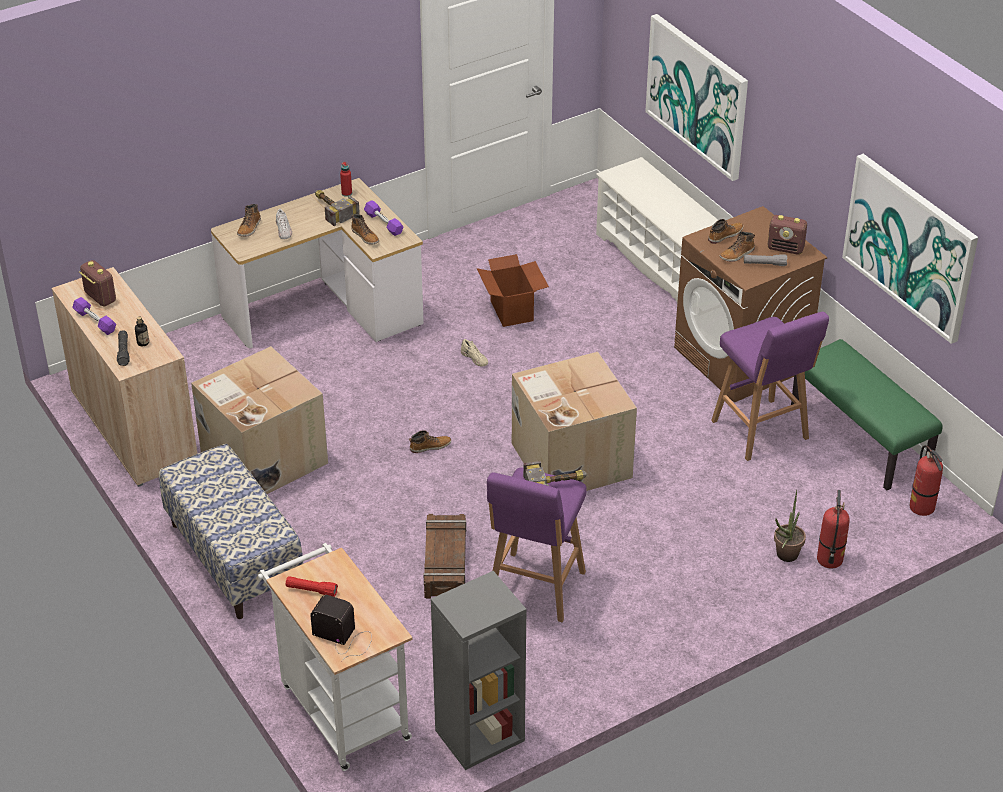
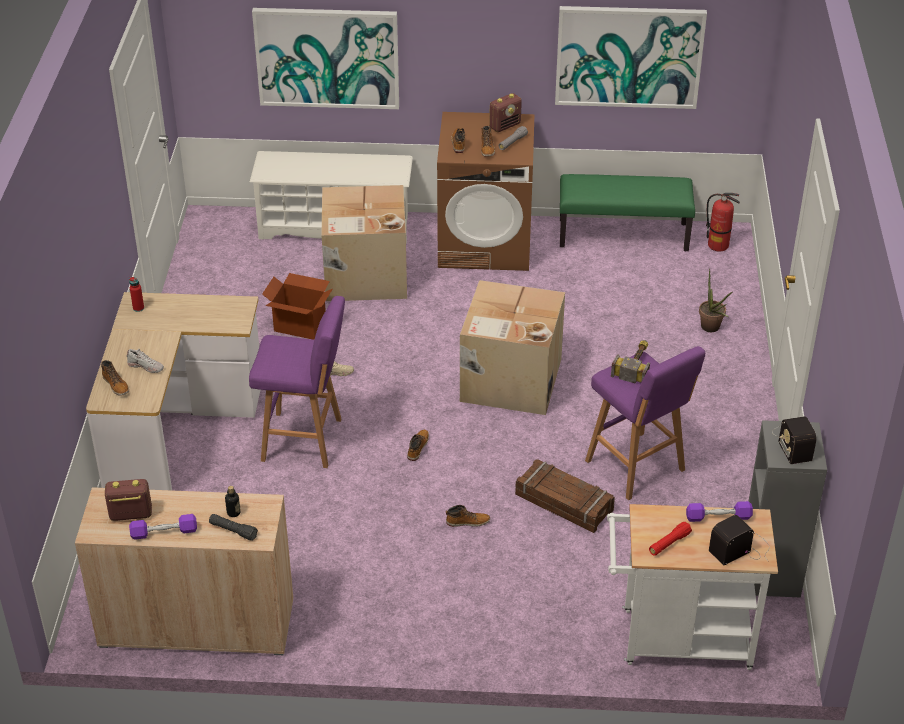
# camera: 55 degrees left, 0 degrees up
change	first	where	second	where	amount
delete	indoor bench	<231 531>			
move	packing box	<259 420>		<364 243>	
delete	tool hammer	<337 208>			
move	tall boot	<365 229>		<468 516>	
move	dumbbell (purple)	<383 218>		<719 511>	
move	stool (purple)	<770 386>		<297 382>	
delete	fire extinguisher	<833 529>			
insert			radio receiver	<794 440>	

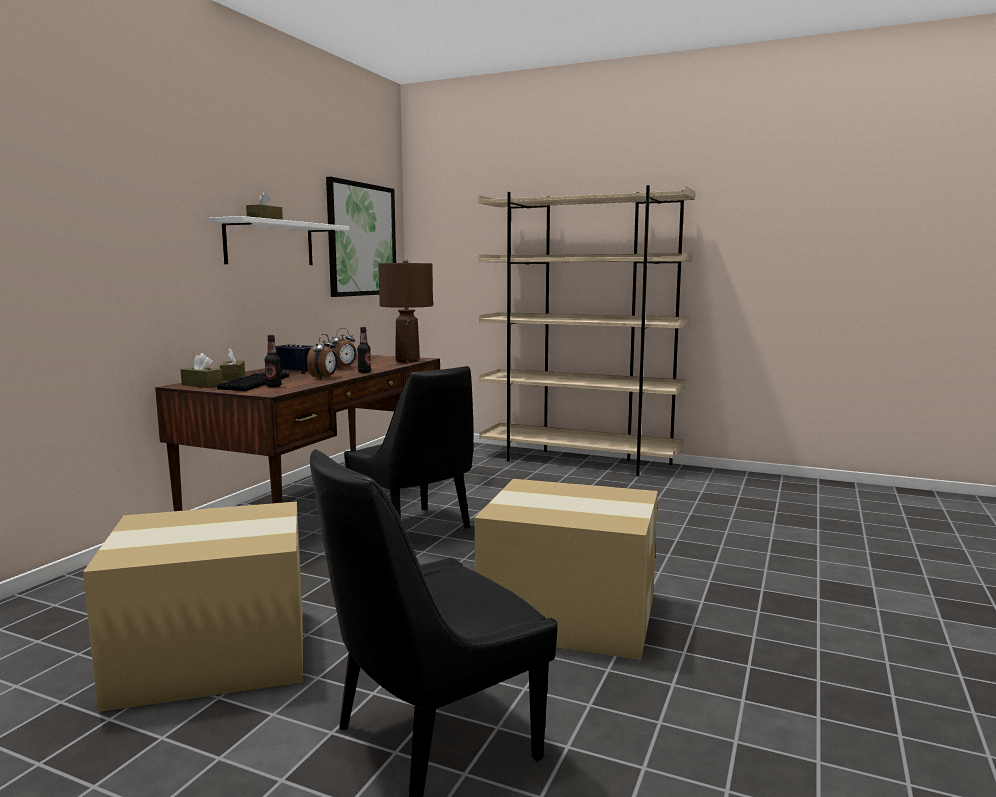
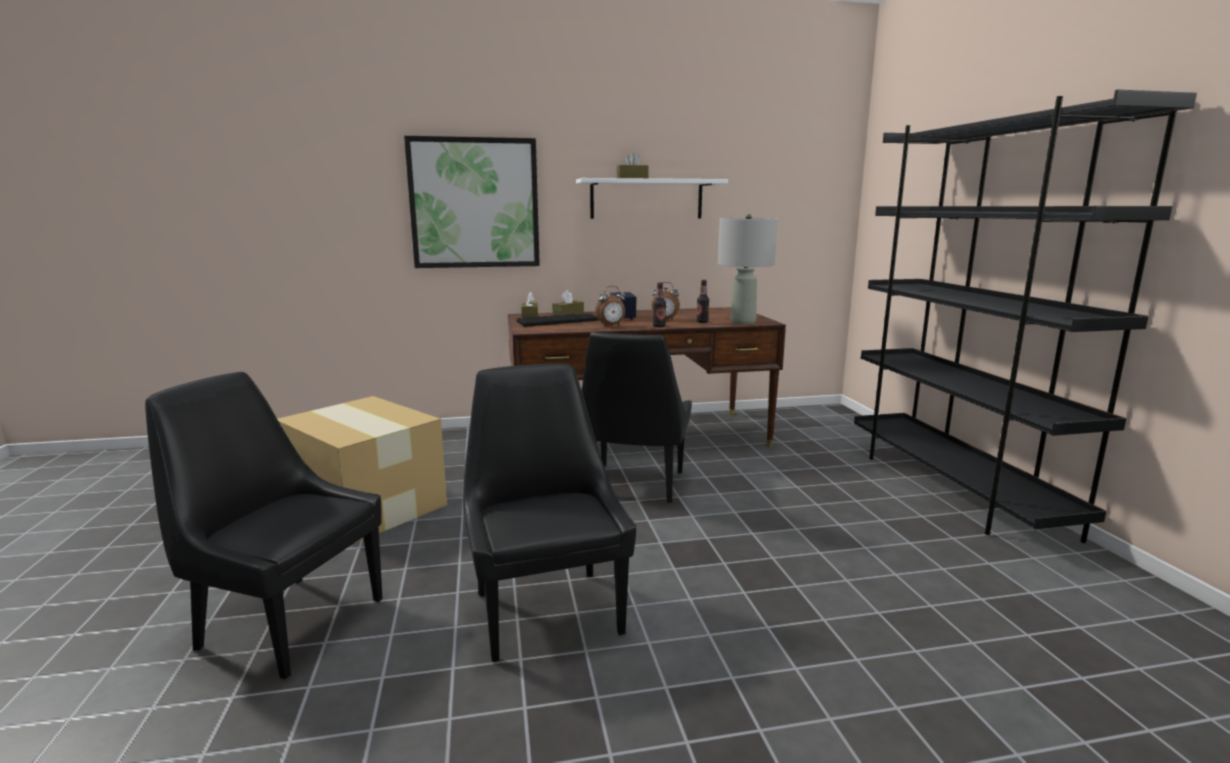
# camera: 55 degrees right, 5 degrees up
change	first	where	second	where	amount
move	bottle	<272 361>		<702 301>	
move	picture	<361 237>		<472 202>	
recolor	tabletop lamp (brown)	<405 311>	tabletop lamp (gray)	<748 269>	
replace	packing box	<566 569>	upright chair (blackish)	<549 513>	
recolor	bookshelf (sand-coloured)	<586 330>	bookshelf (blackish)	<1025 316>	

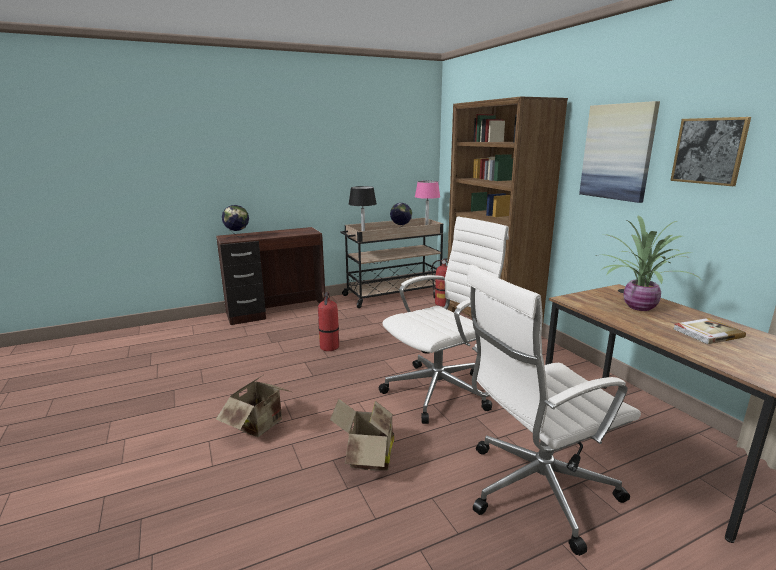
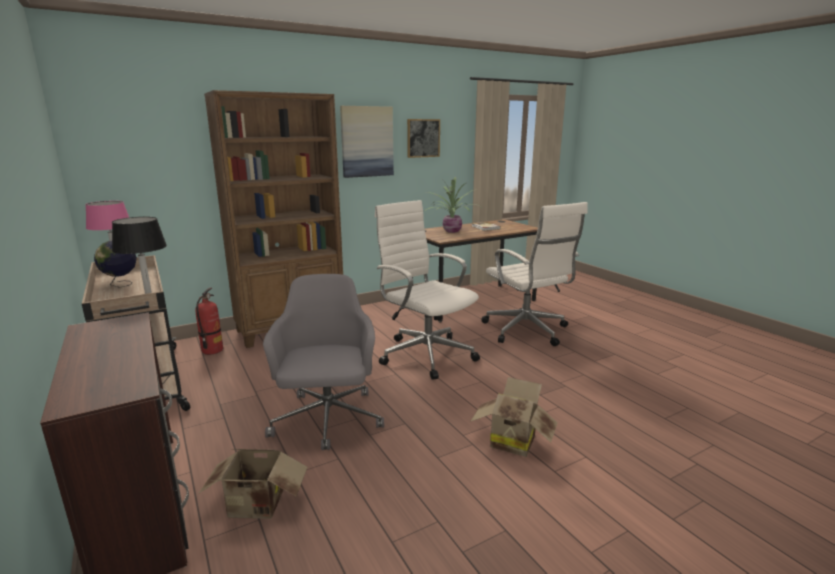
# camera: 95 degrees left, 0 degrees up
change	first	where	second	where	amount
delete	globe	<235 222>			
replace	fire extinguisher	<328 321>	desk chair (gray)	<323 362>	
move	packing box	<362 435>		<253 484>	

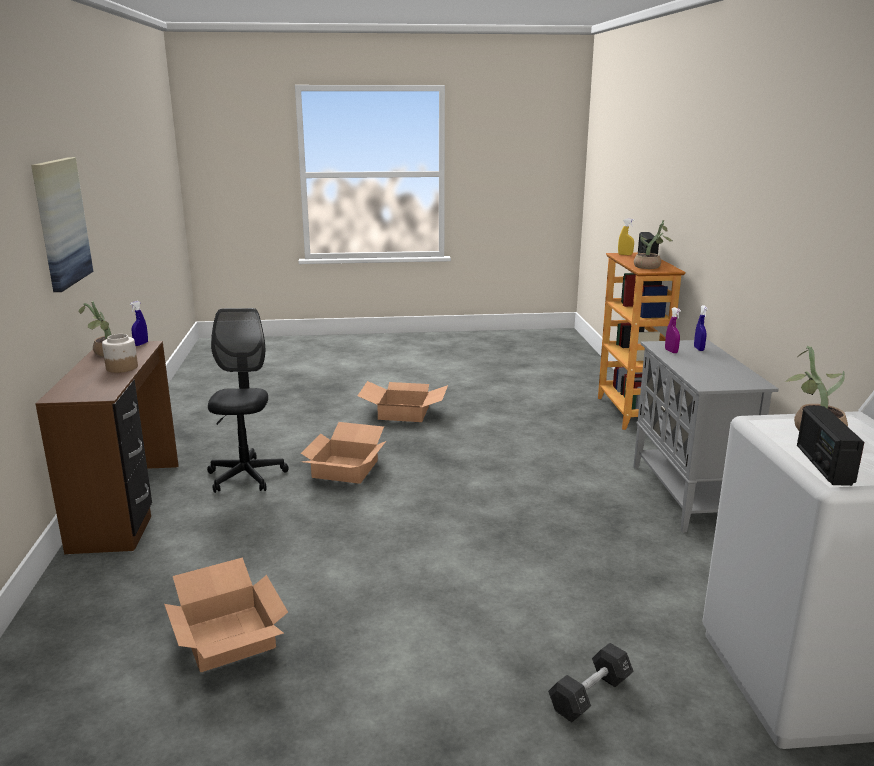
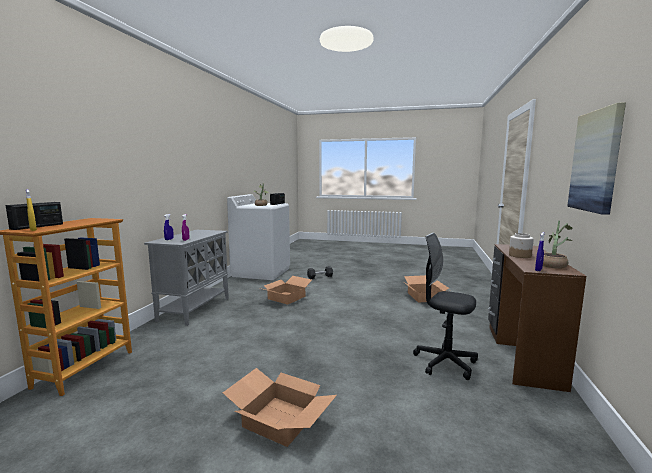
# camera: 160 degrees left, 10 degrees down
change	first	where	second	where	amount
rotate	desk chair (blackish)	<247 400>		<445 306>	105 degrees clockwise
move	packing box	<343 453>		<286 290>	
delete	potted plant	<653 244>			

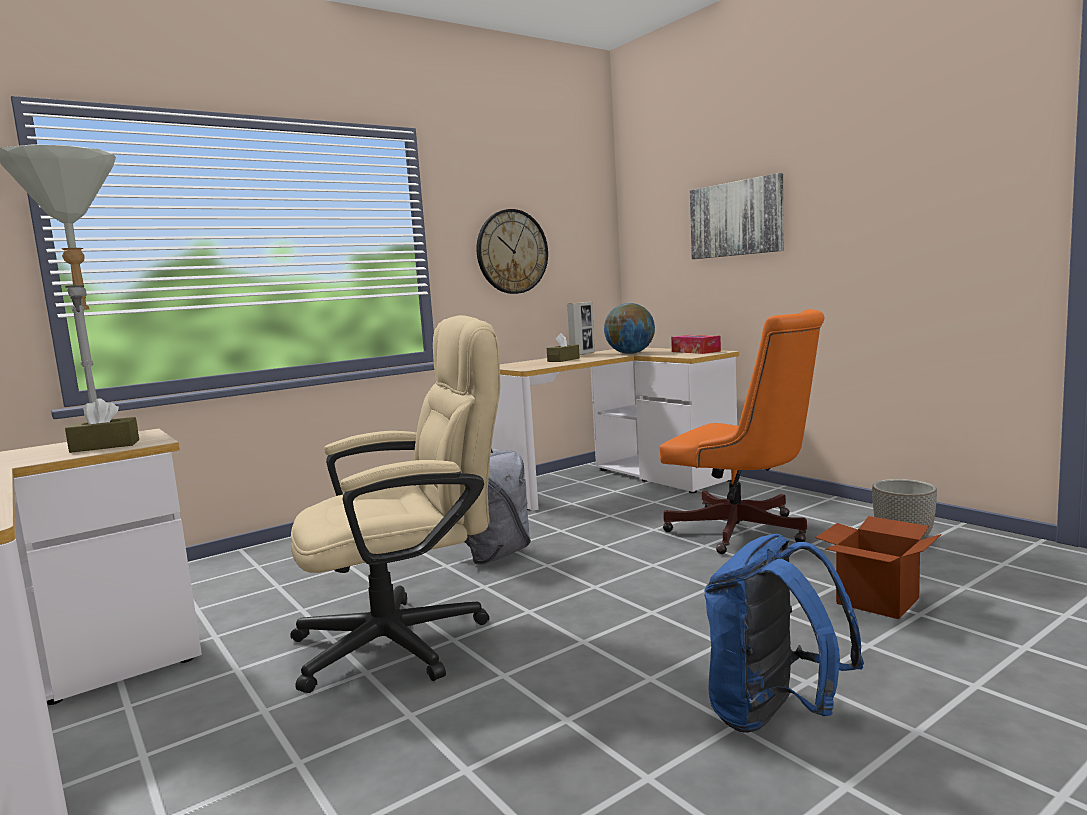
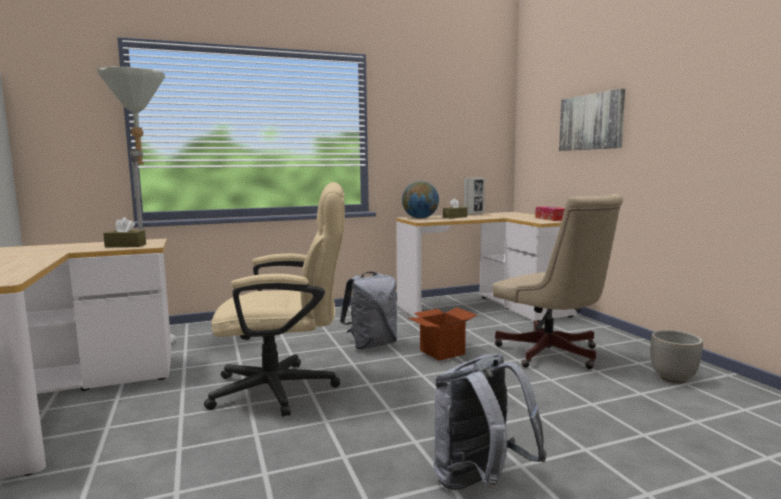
# camera: 15 degrees right, 0 degrees up
change	first	where	second	where	amount
delete	hanging clock	<512 251>			
move	globe	<629 328>		<420 200>	
recolor	desk chair (orange)	<742 431>	desk chair (sand-coloured)	<557 281>	
recolor	knapsack (blue-coloured)	<784 633>	knapsack (gray)	<490 422>	
move	packing box	<878 567>		<442 334>	

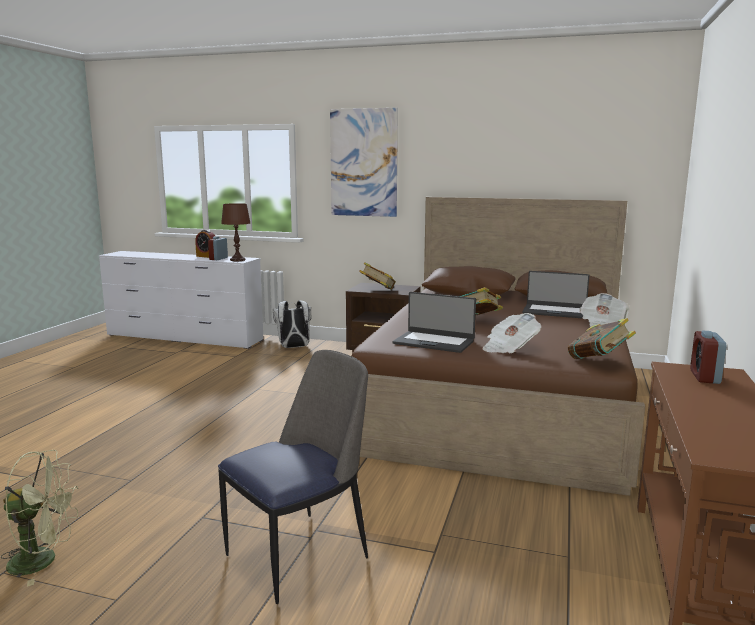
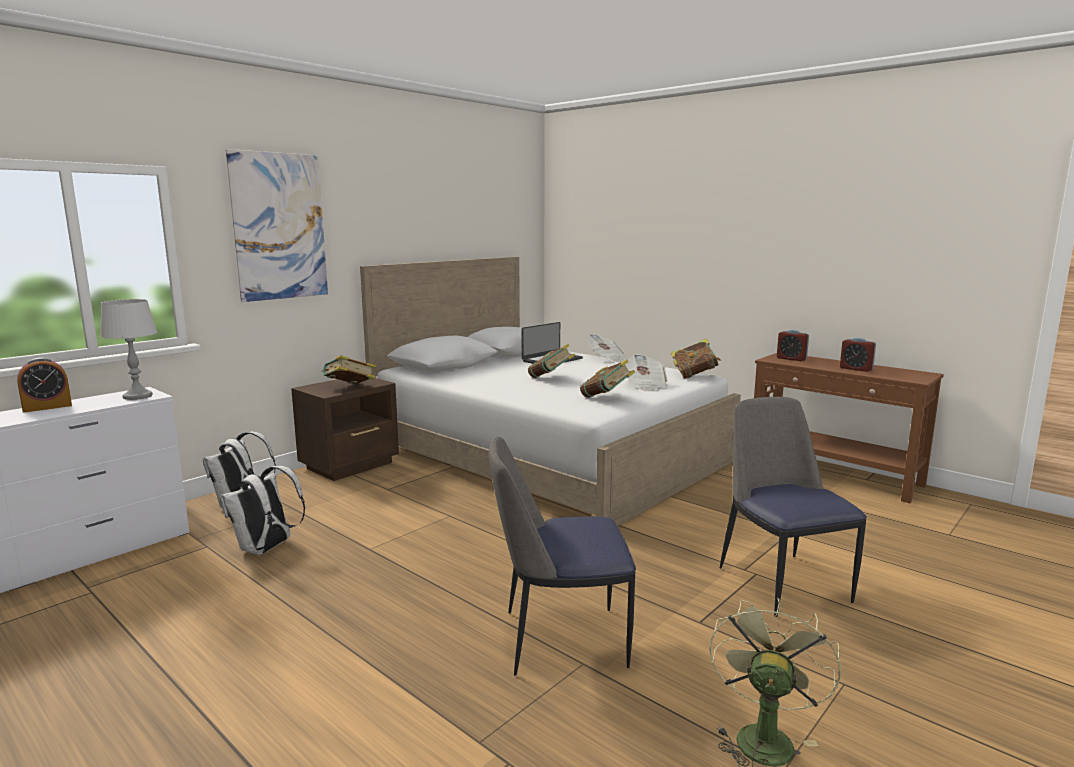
# camera: 65 degrees left, 0 degrees up
change	first	where	second	where	amount
move	bedside clock	<218 248>		<858 355>	
recolor	tabletop lamp (brown)	<235 232>	tabletop lamp (gray)	<128 349>	
recolor	bed (brown)	<498 346>	bed (white-coloured)	<550 391>	
replace	laptop	<434 322>	volume	<607 379>	
insert			knapsack (white-coloured)	<262 510>	
insert			upright chair	<562 556>	

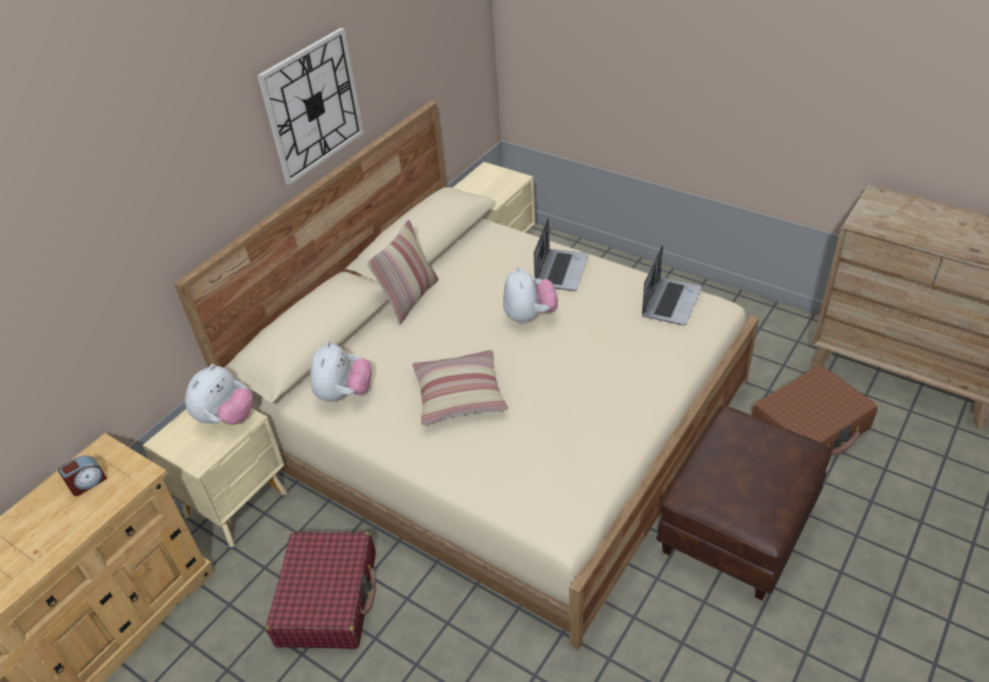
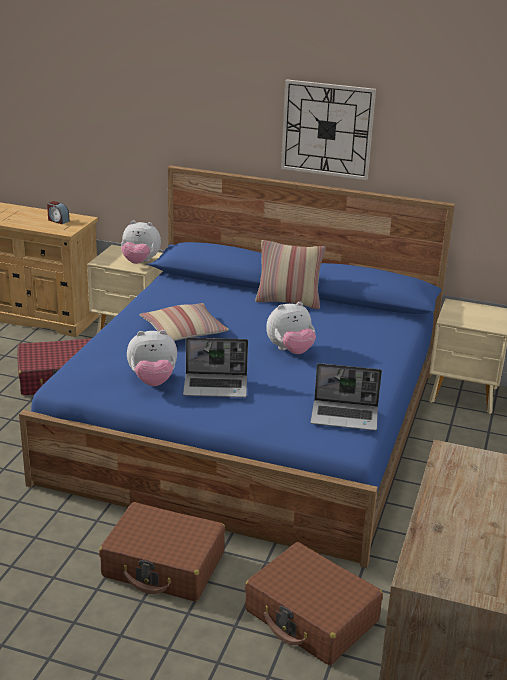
# camera: 70 degrees right, 15 degrees down
change	first	where	second	where	amount
recolor	bed (sand-coloured)	<466 375>	bed (blue-coloured)	<237 366>	
move	cuddly toy	<341 371>		<152 358>	
move	laptop	<561 254>		<215 367>	
replace	pouffe (brown)	<744 503>	piece of luggage (brown)	<162 551>	

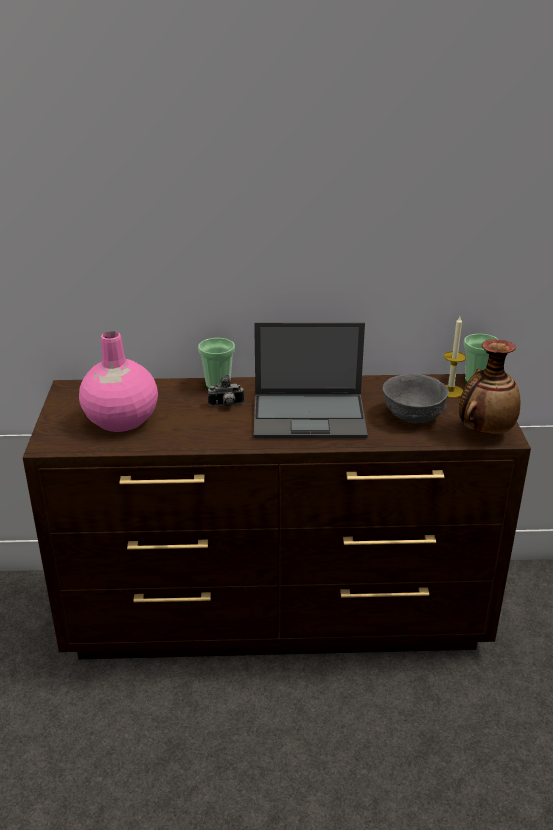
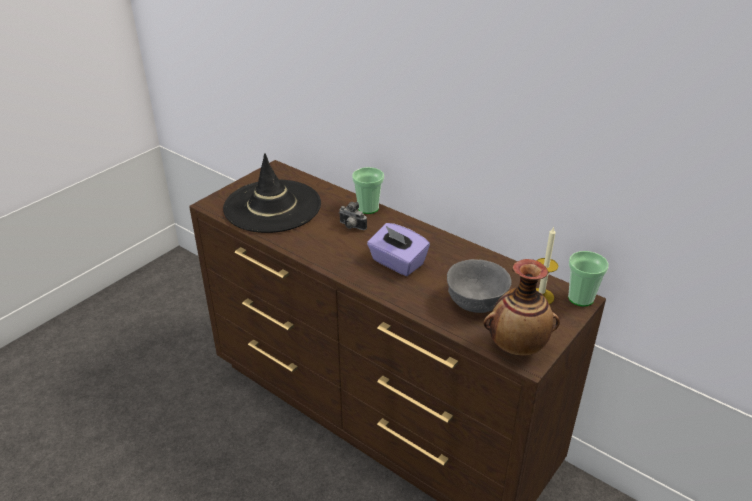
# camera: 40 degrees right, 5 degrees up
change	first	where	second	where	amount
replace	flower vase (pink)	<118 381>	wearable hat (blackish)	<272 193>	
replace	laptop	<311 380>	box of tissues (purple)	<398 249>	

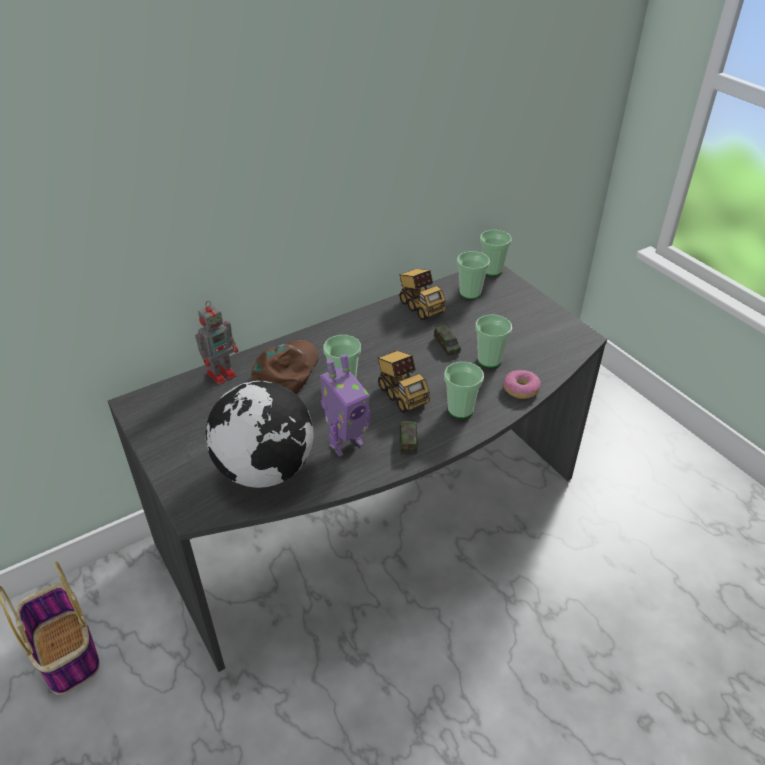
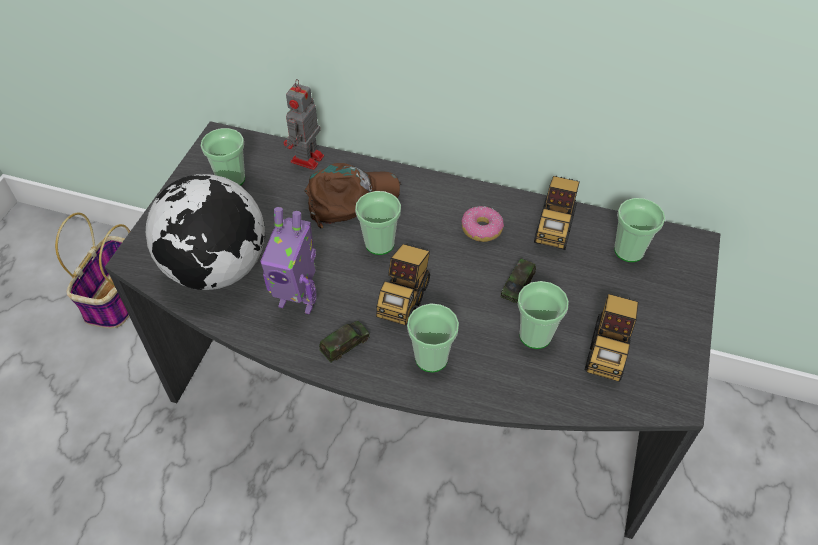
# camera: 50 degrees right, 10 degrees up
change	first	where	second	where	amount
rotate	robot figure	<216 343>		<304 124>	105 degrees clockwise
move	small cup	<496 253>		<223 157>	
move	doughnut	<522 384>		<483 224>	
insert			toy lorry	<611 337>	

